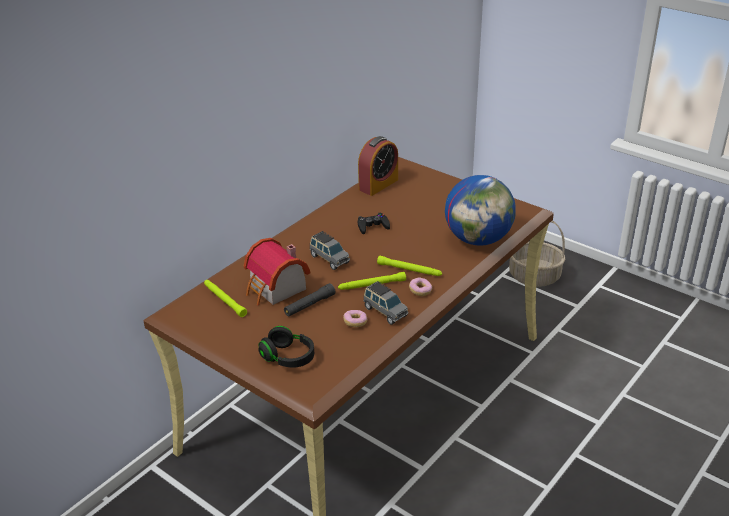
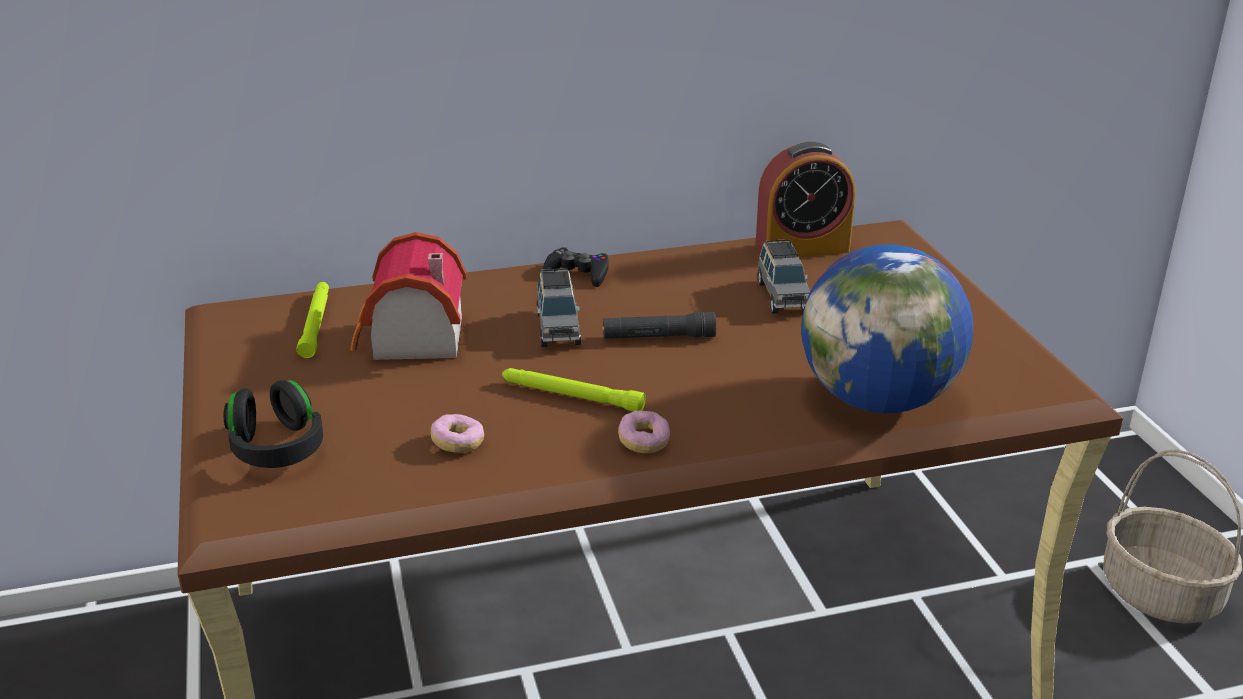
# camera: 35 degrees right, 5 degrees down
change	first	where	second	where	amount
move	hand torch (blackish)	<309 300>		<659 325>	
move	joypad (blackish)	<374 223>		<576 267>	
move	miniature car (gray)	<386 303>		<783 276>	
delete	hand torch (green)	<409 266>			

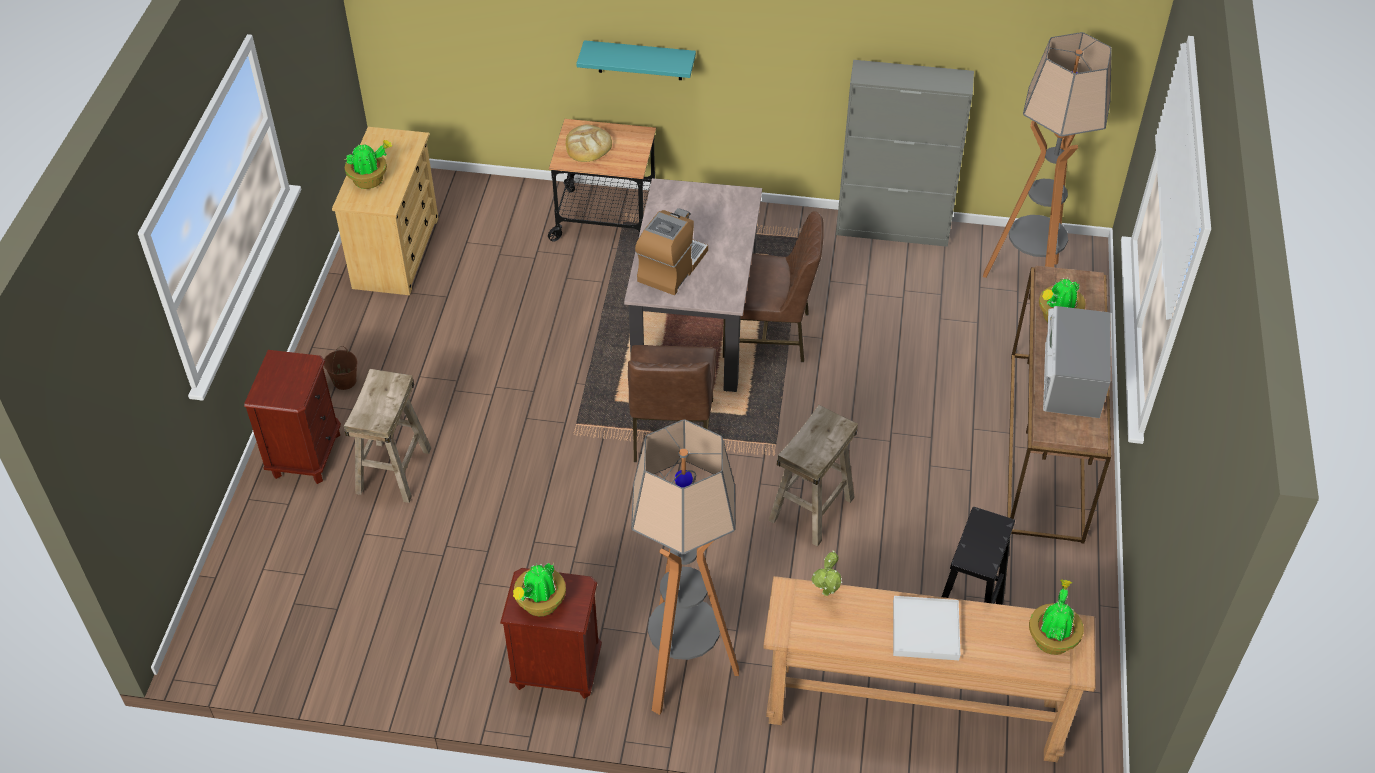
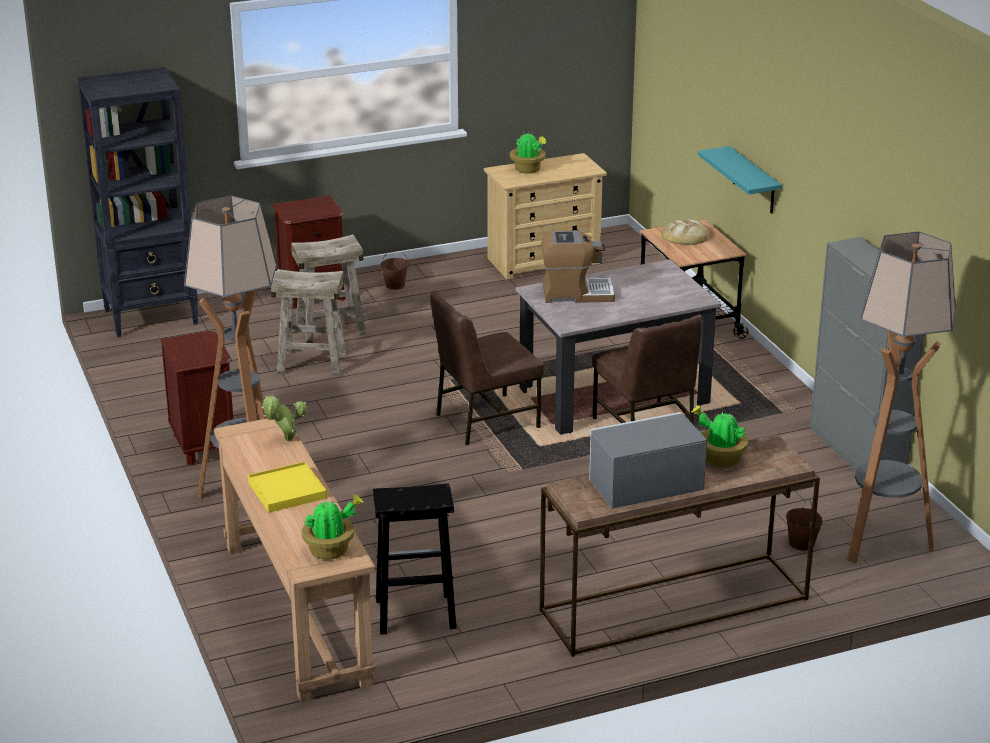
# camera: 60 degrees right, 20 degrees down
change	first	where	second	where	amount
delete	potted plant	<539 589>			
move	stool (sand-coloured)	<813 476>		<309 322>	
recolor	tray (white-coloured)	<926 628>	tray (yellowish)	<287 487>	
insert			bookshelf (blackish)	<138 202>	
insert			bucket (brown)	<804 525>	

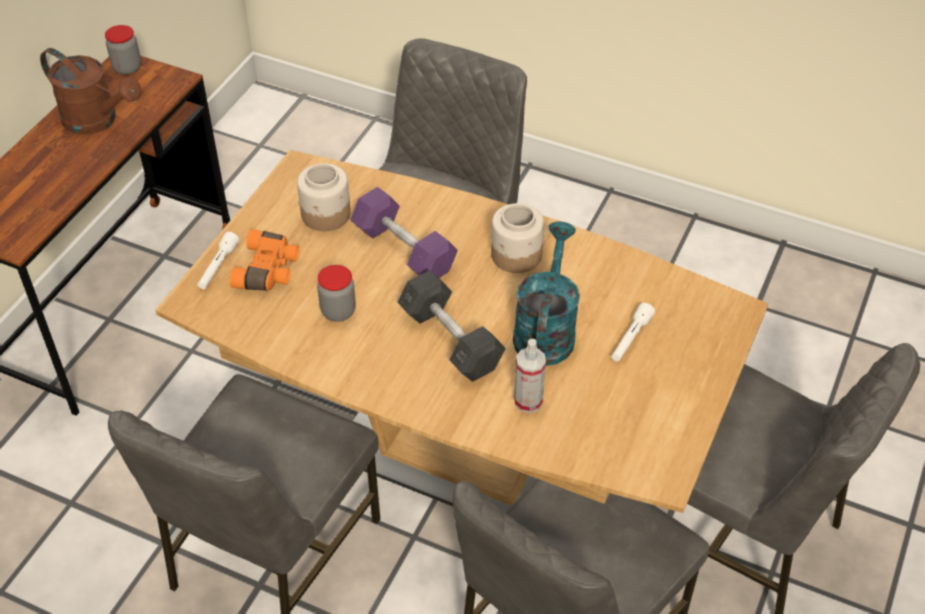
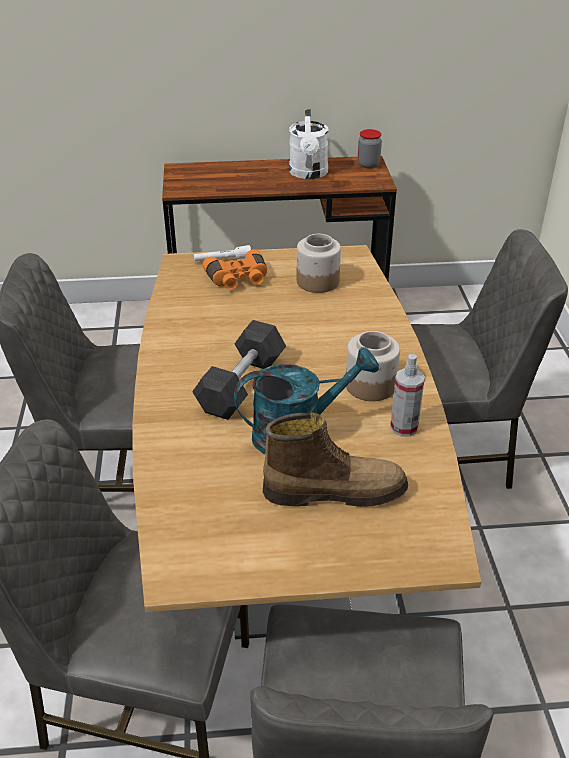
# camera: 60 degrees right, 10 degrees down
change	first	where	second	where	amount
recolor	watering can (brown)	<91 91>	watering can (white-coloured)	<309 144>	
delete	preserve jar	<336 293>			
delete	dumbbell (purple)	<404 232>			
move	spray bottle	<530 376>		<407 395>	
replace	hand torch (white-coloured)	<633 332>	tall boot	<335 459>	

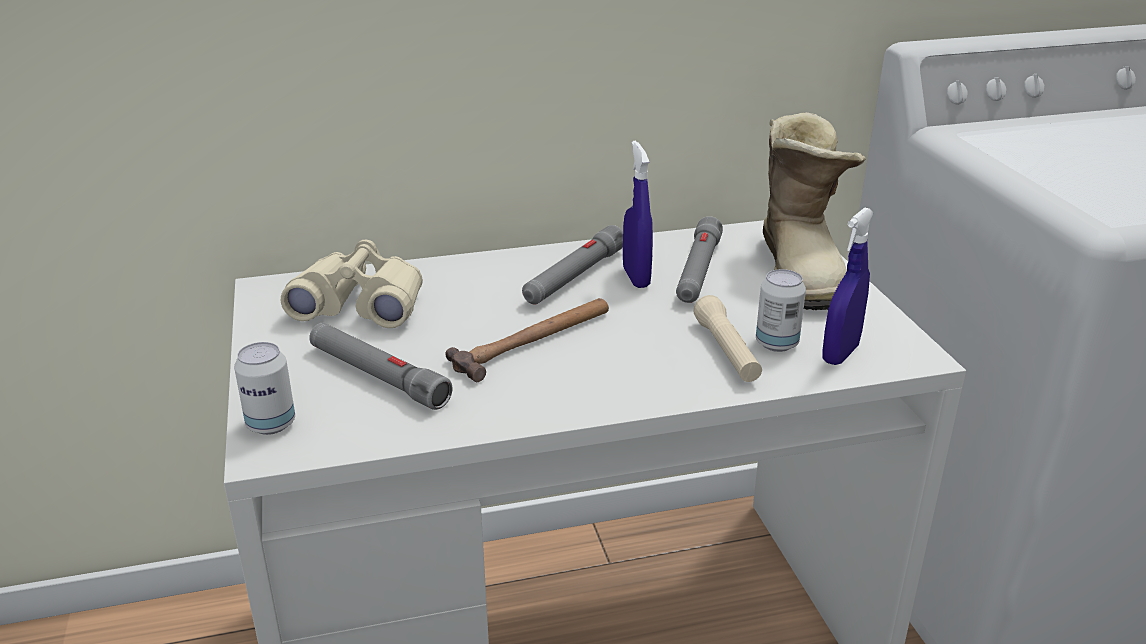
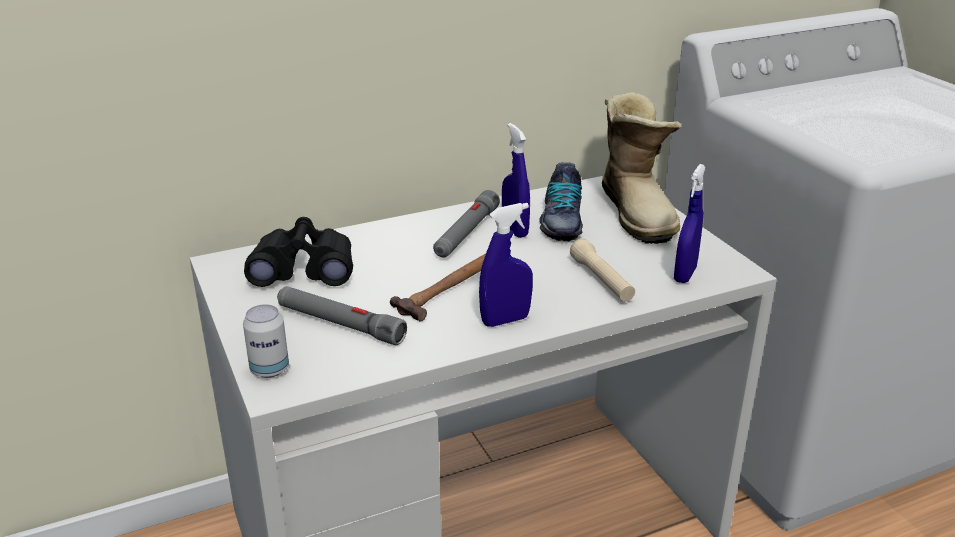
# camera: 10 degrees left, 0 degrees up
change	first	where	second	where	amount
recolor	field glasses (sand-coloured)	<352 284>	field glasses (blackish)	<298 252>	
replace	hand torch (gray)	<699 259>	item of footwear	<561 202>	
delete	can	<781 310>			
insert			spray bottle (blue-coloured)	<506 265>	

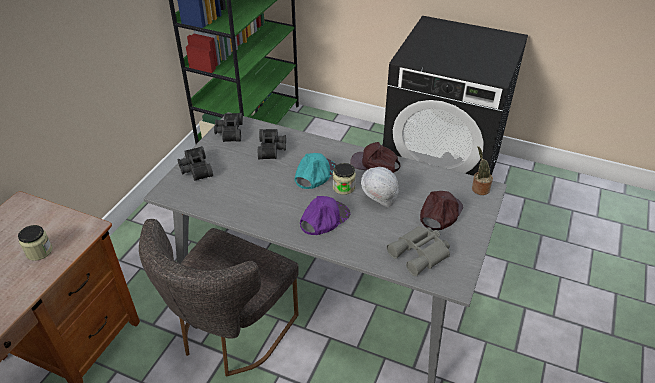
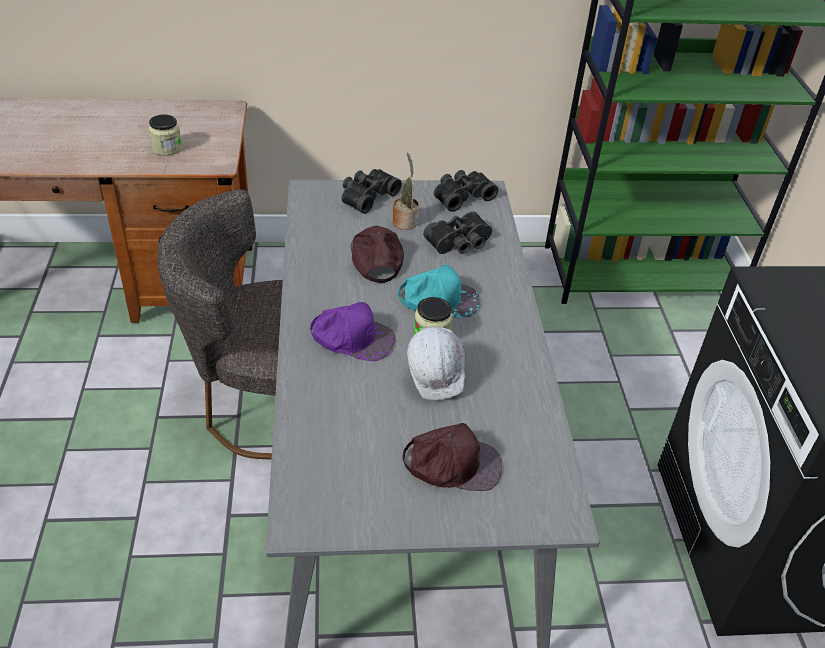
# camera: 60 degrees right, 0 degrees up
change	first	where	second	where	amount
move	peaked cap (brown)	<375 157>		<377 254>	
delete	field glasses (gray)	<418 251>			
move	potted plant	<482 170>		<405 191>	

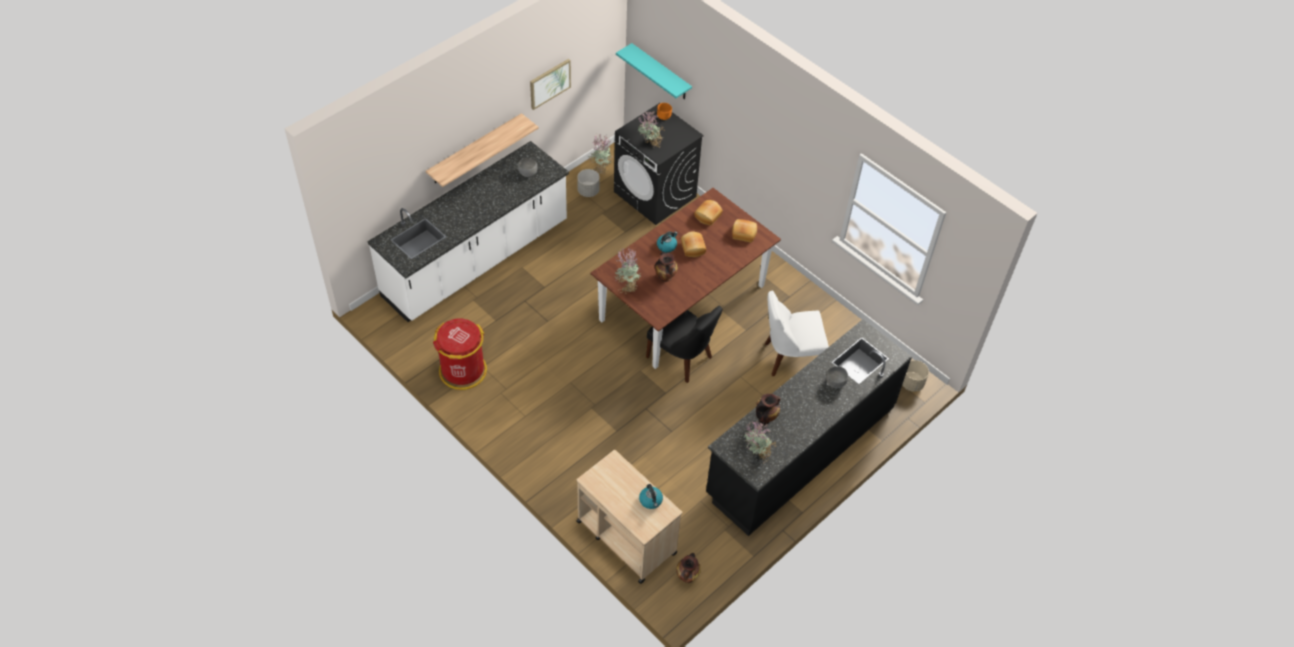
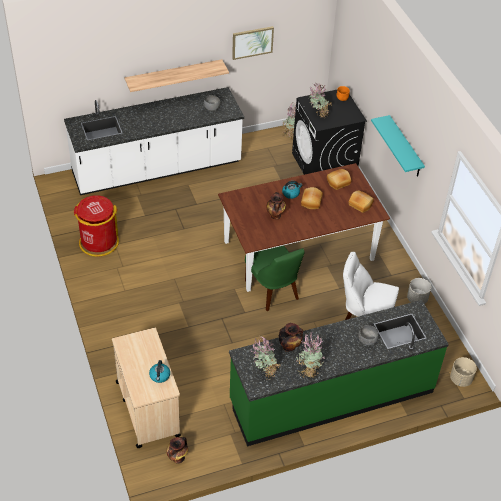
# camera: 25 degrees right, 5 degrees down
change	first	where	second	where	amount
move	flower pot (gray)	<588 183>		<419 291>	
move	potted plant	<628 271>		<310 356>	
move	bracket shelf (turquoise)	<654 71>		<398 146>	
recolor	upright chair (blackish)	<684 344>	upright chair (green)	<274 278>	
recolor	kitchen base unit (blackish)	<809 427>	kitchen base unit (green)	<339 373>	

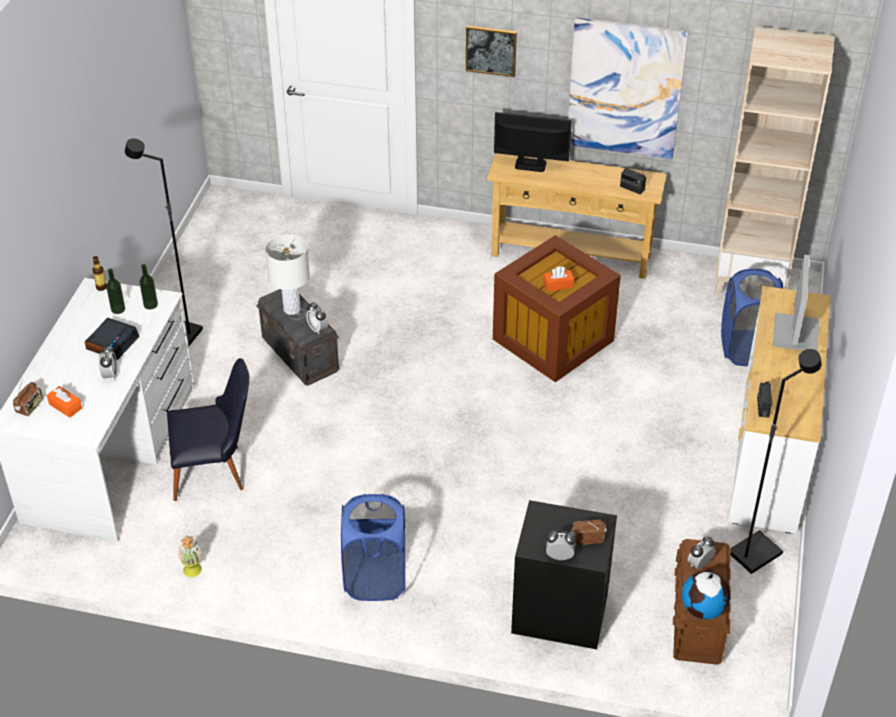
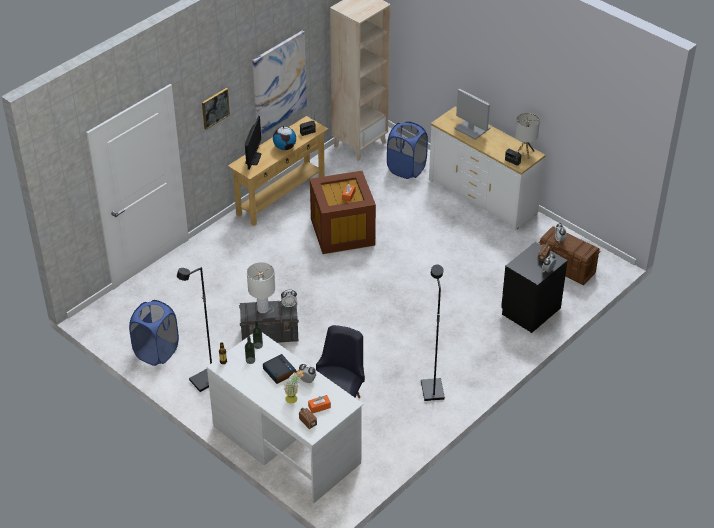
# camera: 60 degrees left, 0 degrees up
change	first	where	second	where	amount
move	potted plant	<190 556>		<294 386>	
move	hamper (blue-coloured)	<373 547>		<154 333>	
rotate	computer screen	<533 142>		<253 143>	150 degrees clockwise
move	globe	<706 595>		<284 137>	
move	standing lamp (blackish)	<776 461>		<433 332>	
insert			tabletop lamp	<527 136>	

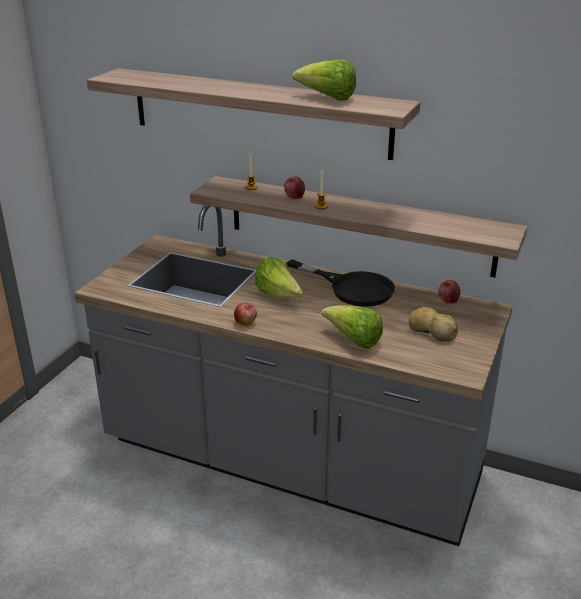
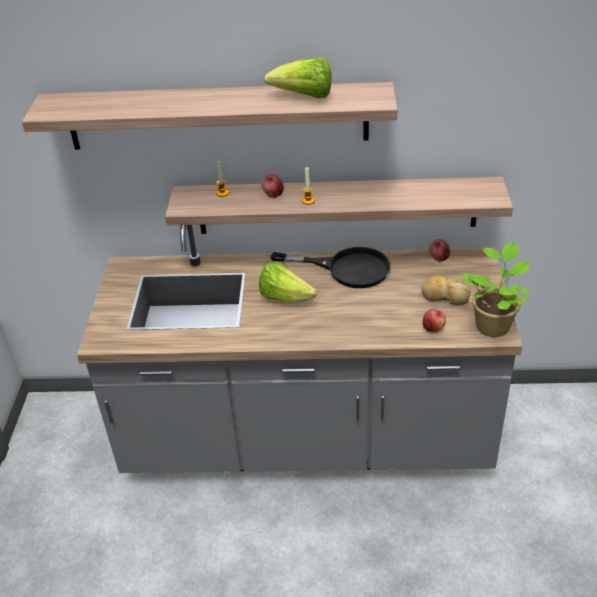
# camera: 20 degrees left, 10 degrees up
change	first	where	second	where	amount
move	whole apple	<245 314>		<434 321>	
delete	lettuce	<352 327>			
insert			potted plant	<496 289>	

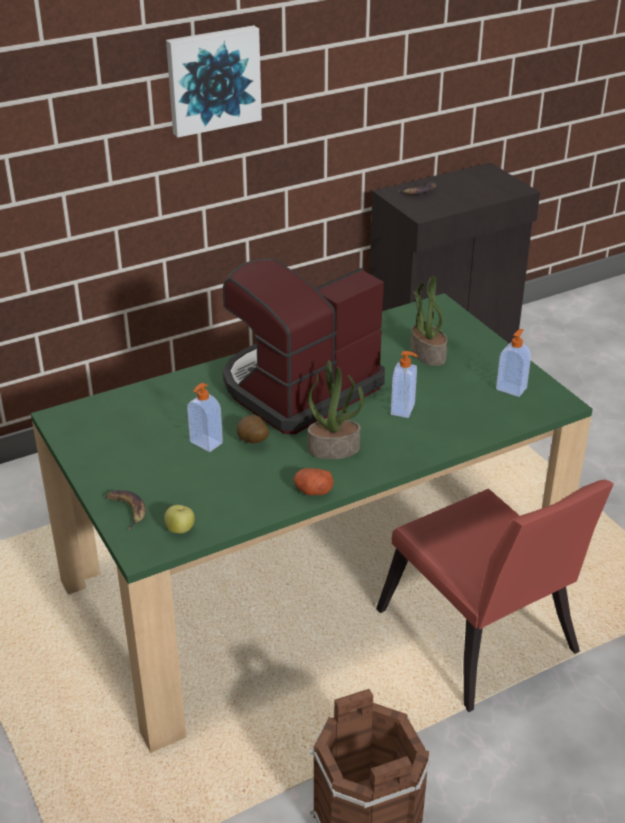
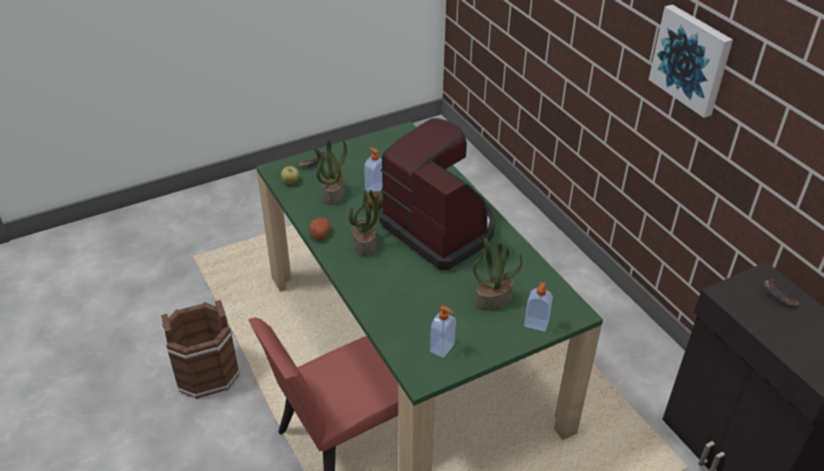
# camera: 90 degrees right, 5 degrees up
change	first	where	second	where	amount
move	soap dispenser	<404 384>		<538 307>	
insert			potted plant	<329 172>	

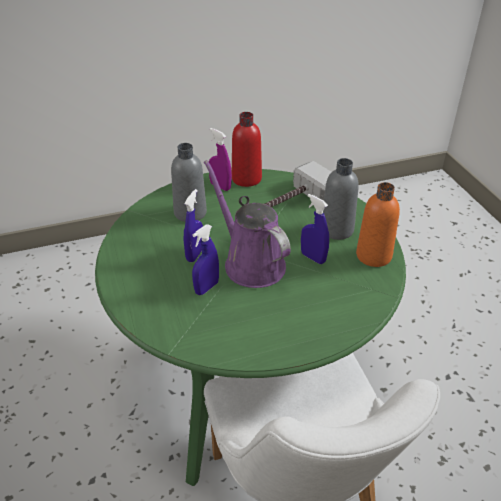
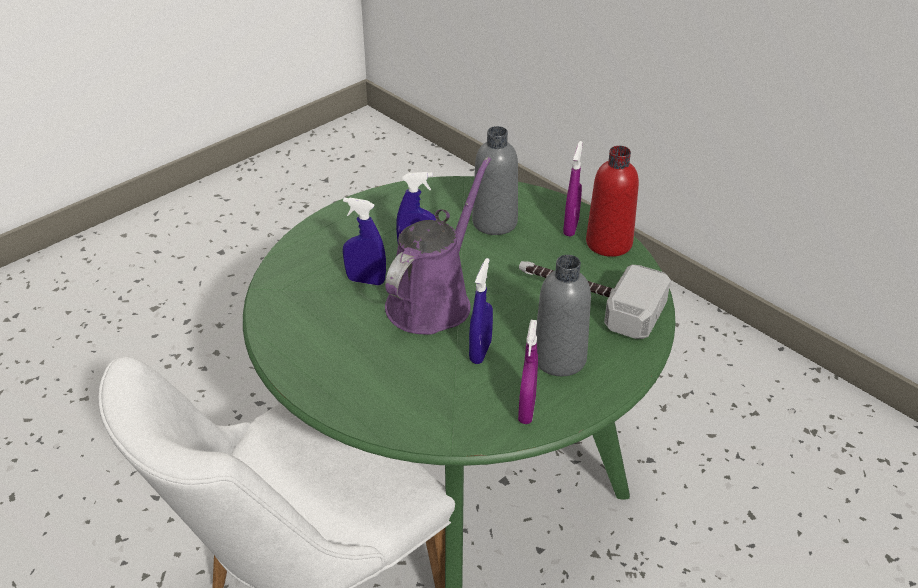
# camera: 65 degrees right, 0 degrees up
change	first	where	second	where	amount
replace	bottle (orange)	<378 224>	spray bottle (purple)	<528 372>	

